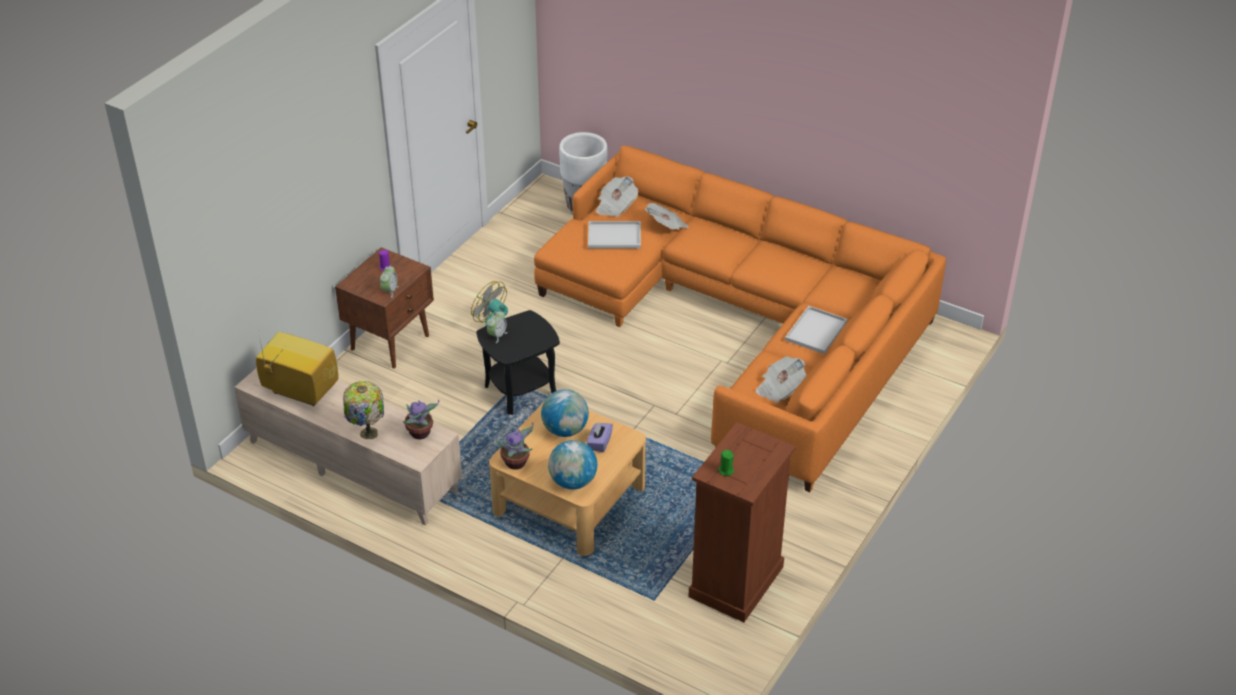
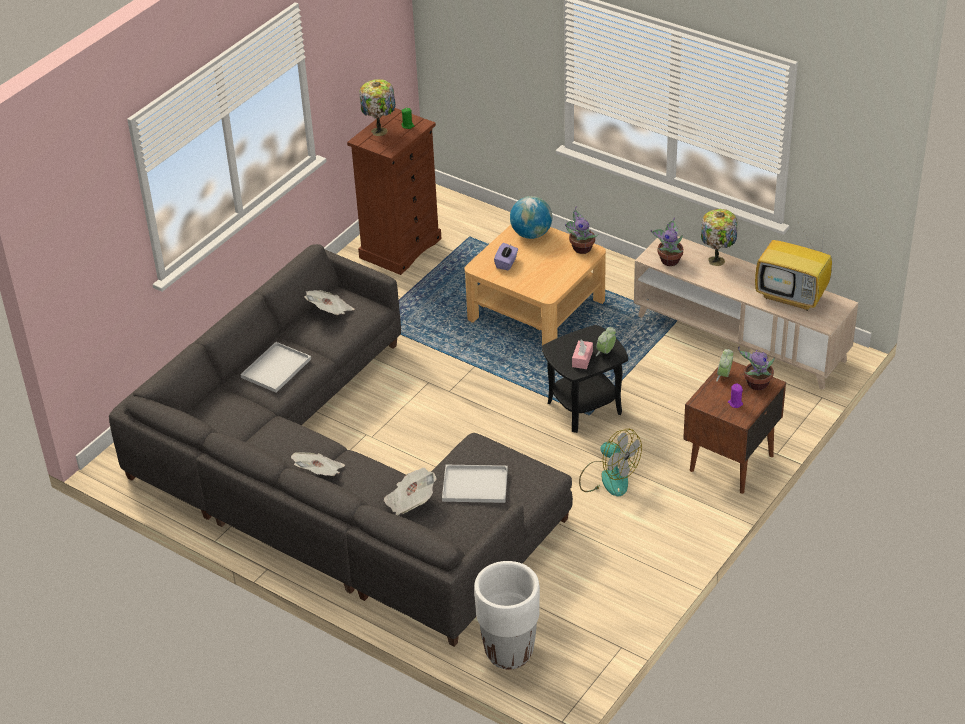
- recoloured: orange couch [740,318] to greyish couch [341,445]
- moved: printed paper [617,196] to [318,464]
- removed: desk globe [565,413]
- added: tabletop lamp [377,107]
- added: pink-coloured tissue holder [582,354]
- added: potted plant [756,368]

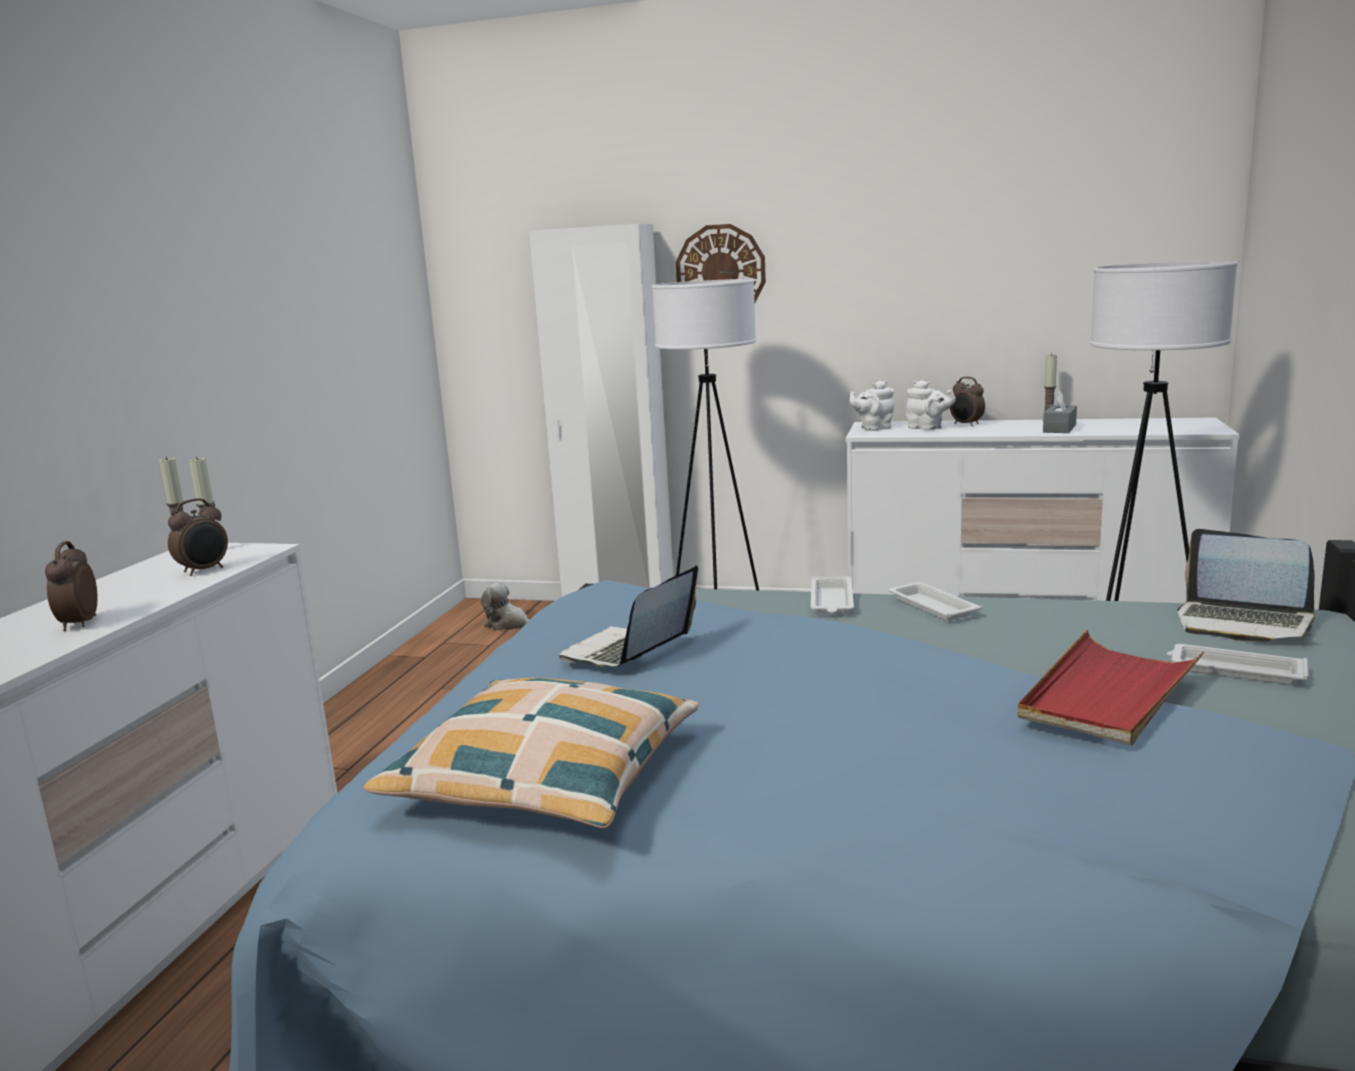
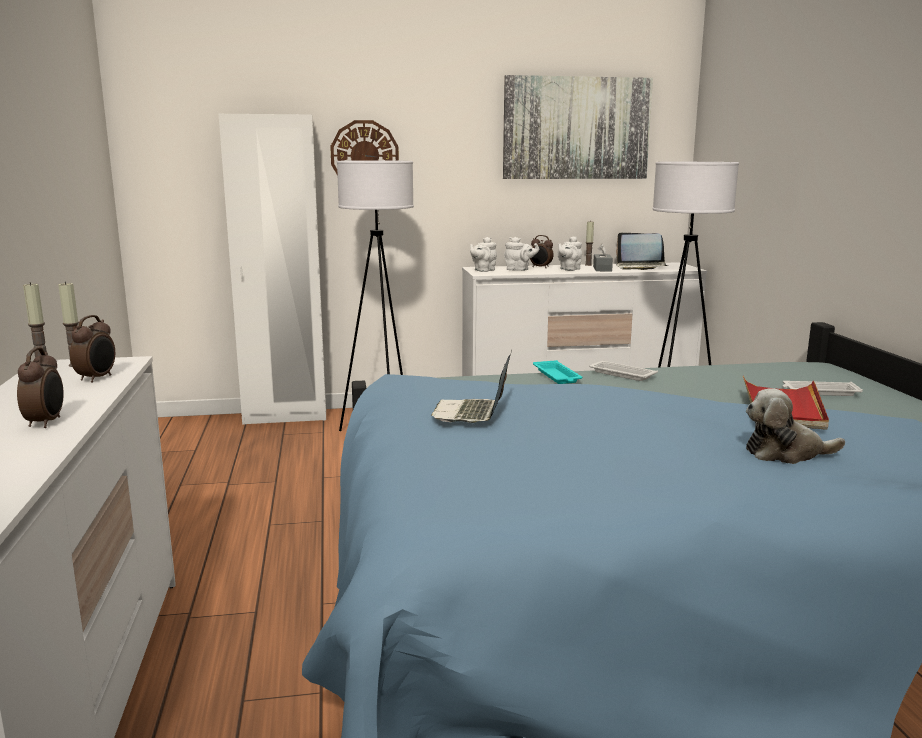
- moved: laptop [1247,585] to [642,251]
- turned: table clock [71,586] = [40,387] 150 degrees counterclockwise
- recoloured: white carrying tray [832,595] to turquoise-coloured carrying tray [557,372]
- moved: soft toy [505,607] to [795,426]
- removed: pillow [531,753]
- added: wall picture [578,127]
- added: white pot for tea [570,253]

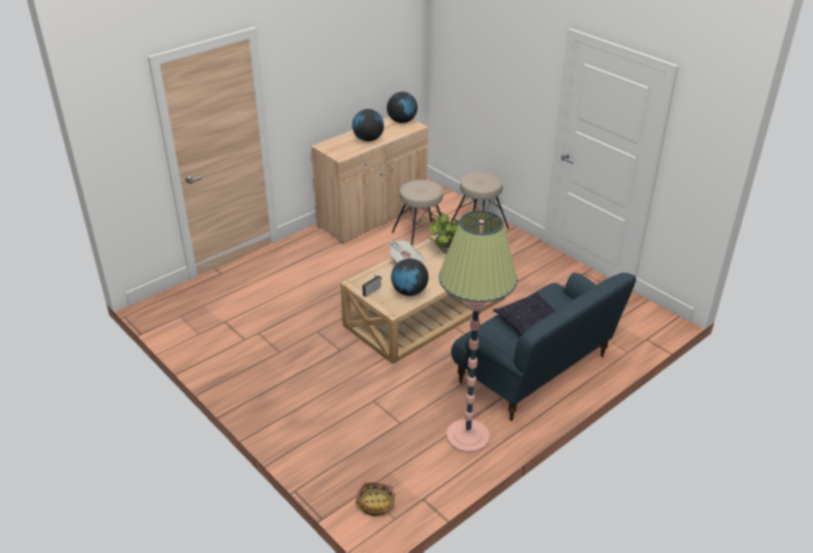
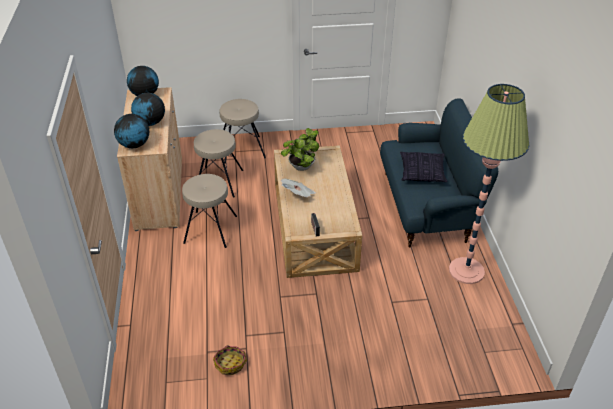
- moved: desk globe [410,277] to [131,131]
- moved: household basket [375,499] to [230,360]
- added: sand-coloured stool seat [209,211]

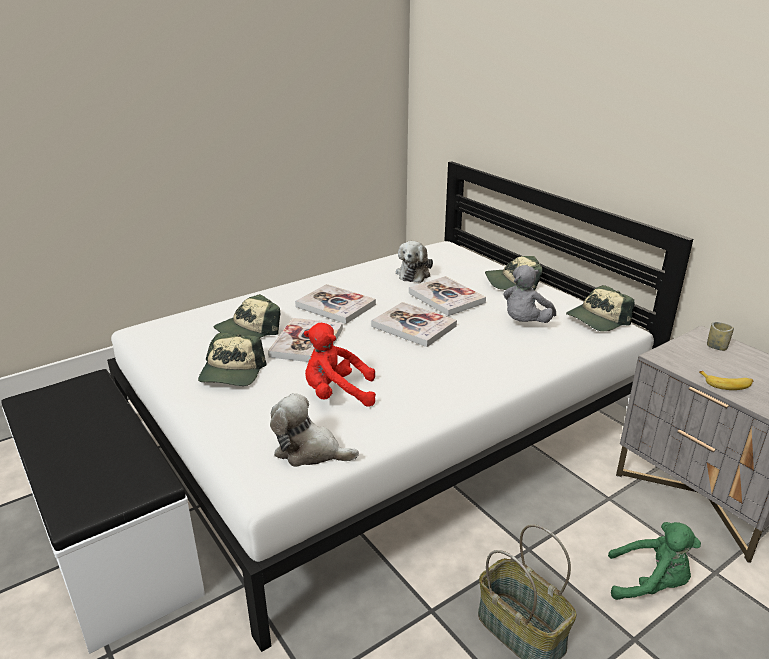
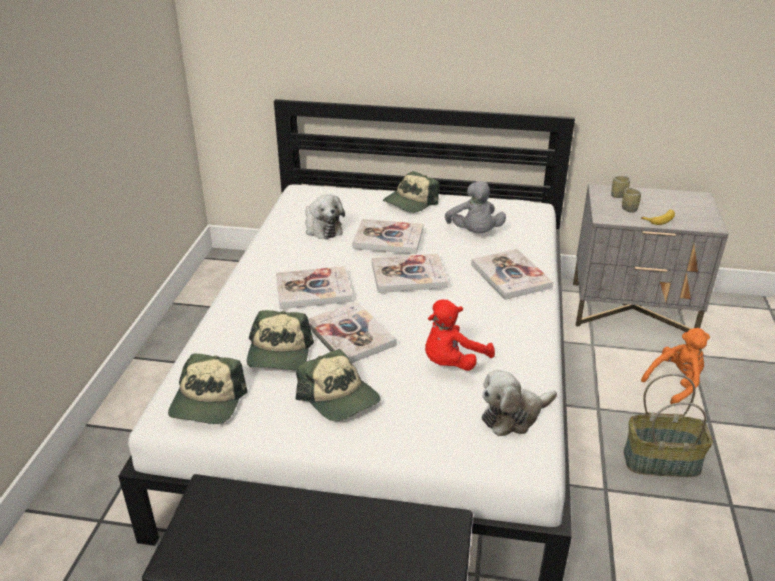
- moved: cap [600,308] to [208,389]
- recoloured: green-coloured soft toy [654,561] to orange soft toy [675,366]
- added: drinking cup [631,200]
- added: bound book [512,274]

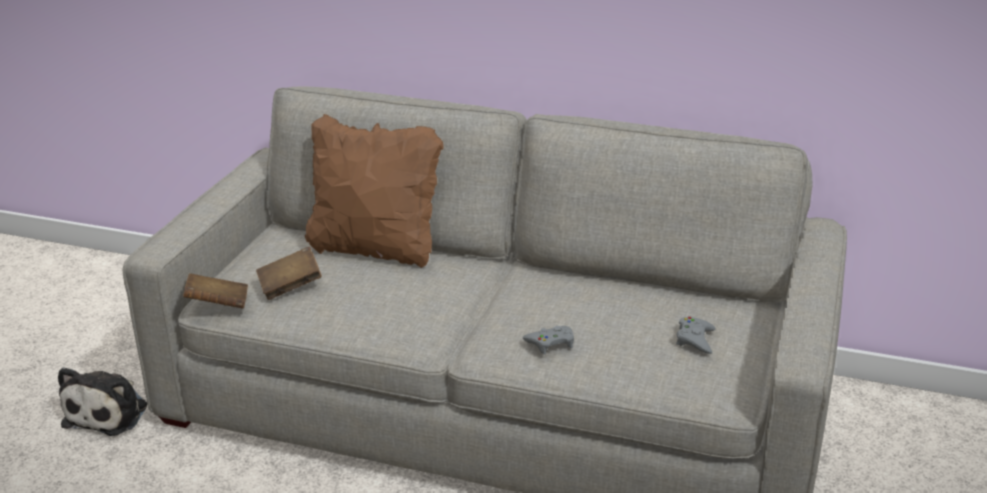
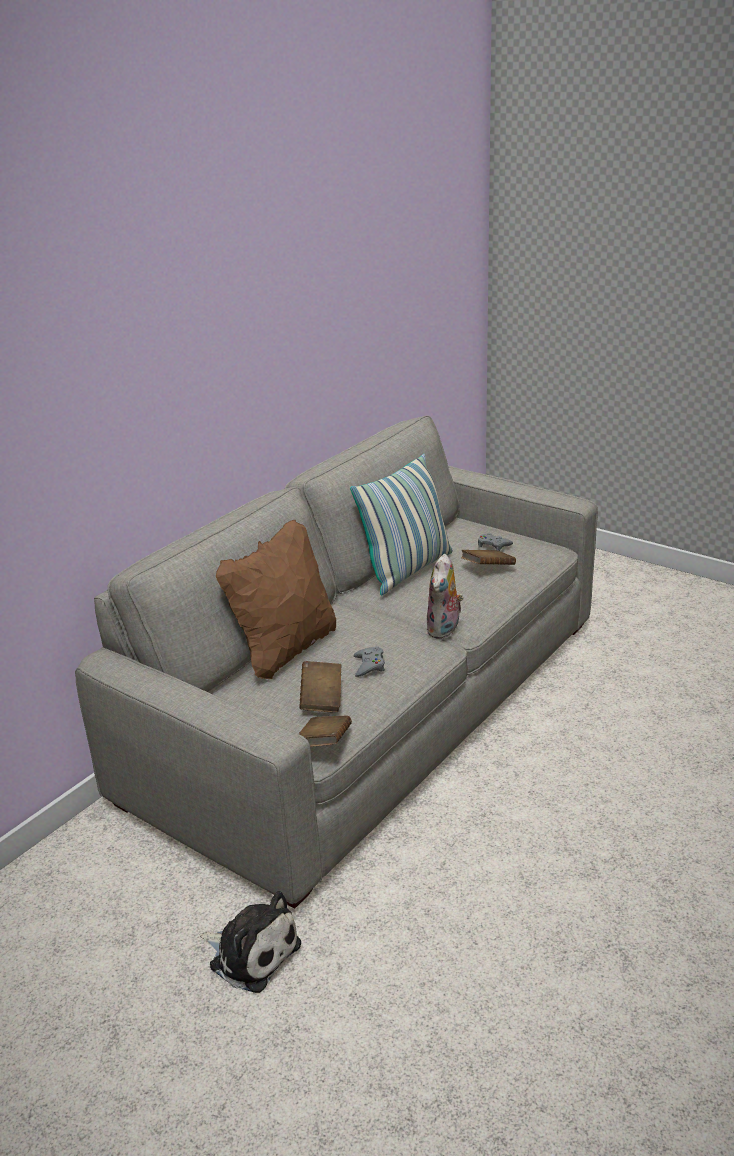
- moved: greyish gamepad [548,340] to [369,661]
- added: pillow [401,524]
- added: brownish bound book [488,557]
- added: soft toy [445,596]

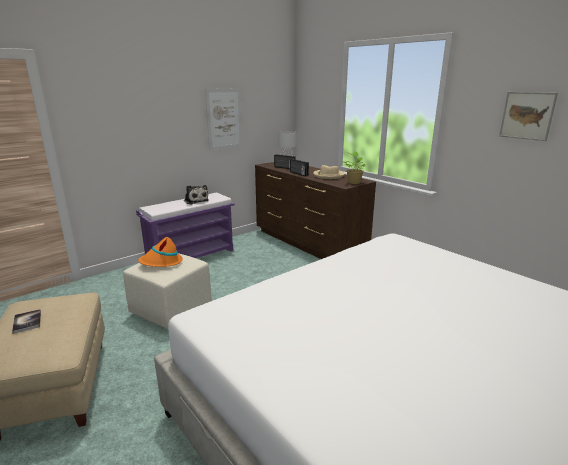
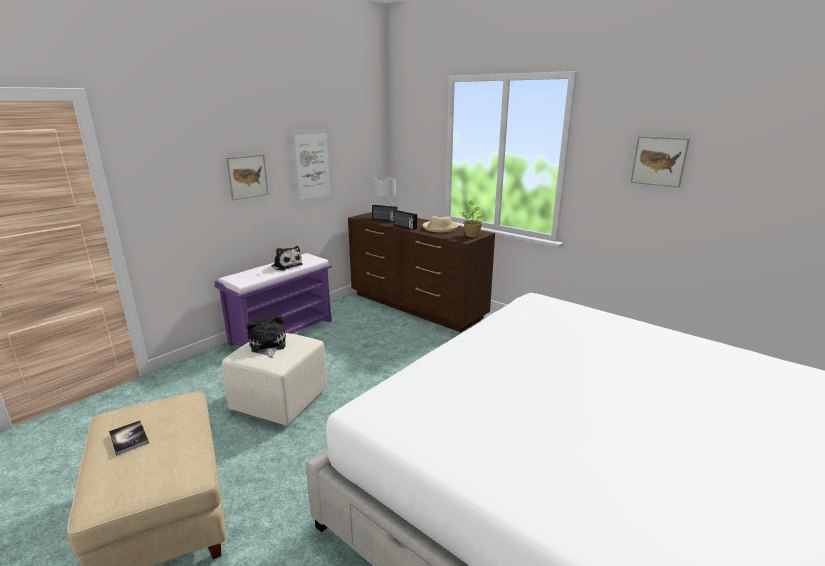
- replaced: orange clothing hat [160,252] to soft toy [266,337]
- added: wall picture [247,177]

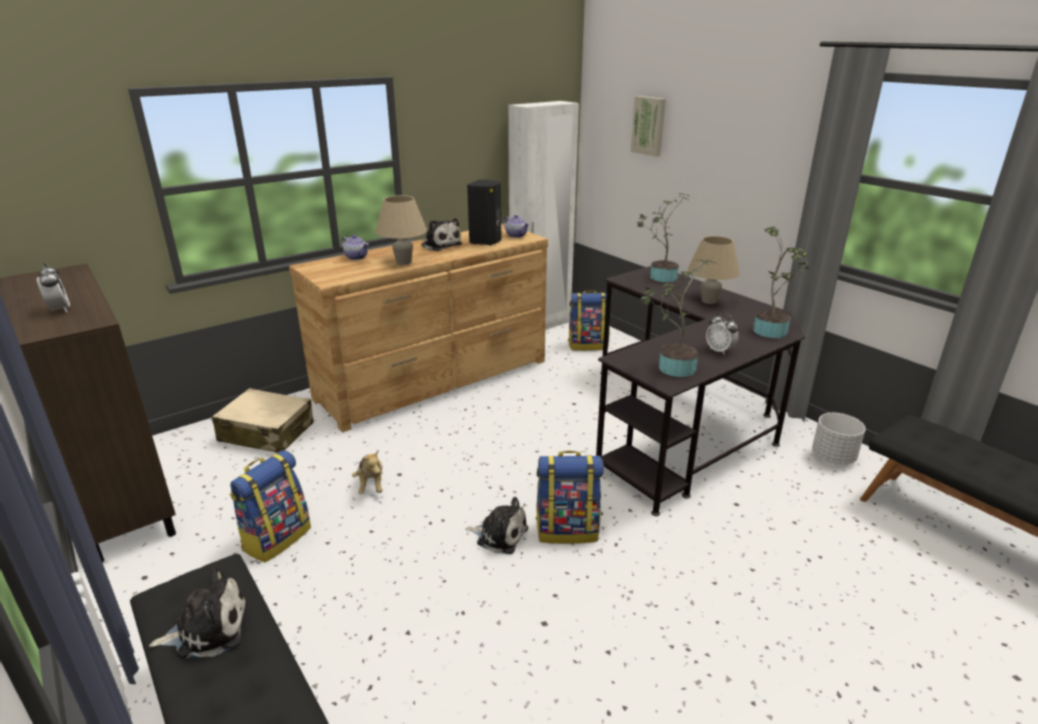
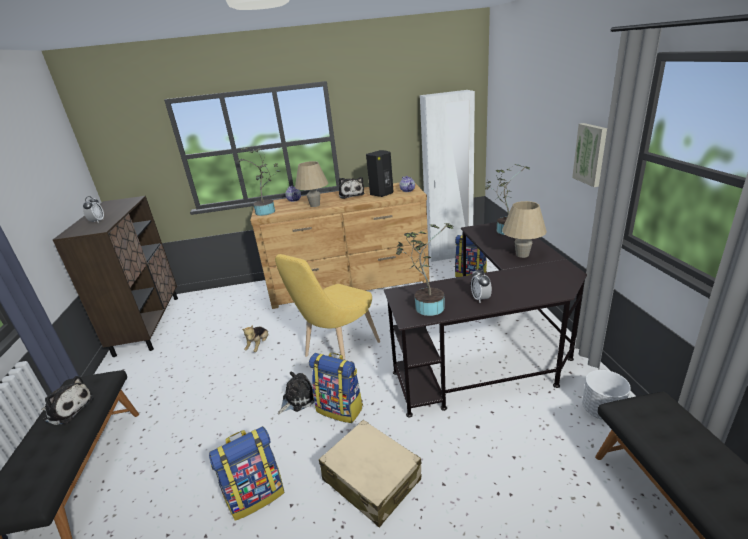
- moved: wall picture [648,126] to [589,155]
- moved: potted plant [781,282] to [258,181]
- moved: sand-coloured travel case [263,420] to [370,474]
- moved: knapsack [270,506] to [246,473]
- turned: soft toy [496,525] = [296,393] 90 degrees counterclockwise
- added: yellow-coloured plain chair [327,307]

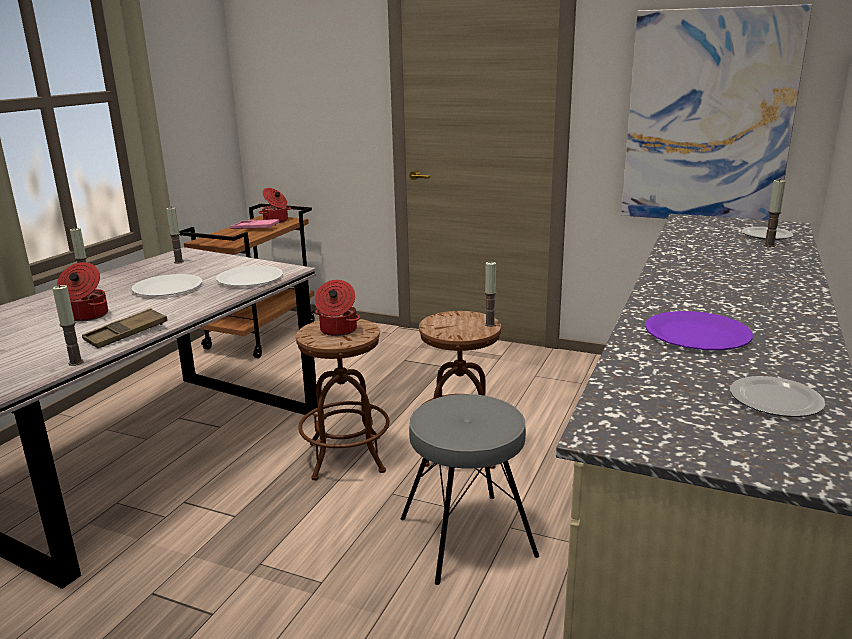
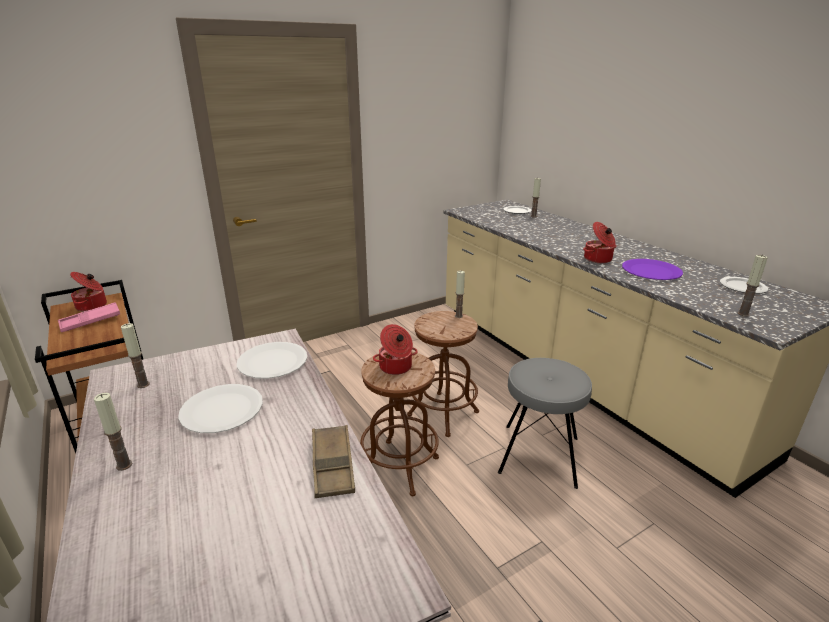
- removed: wall picture [716,112]
- moved: stockpot [82,292] to [600,242]
- moved: candle [68,325] to [753,285]

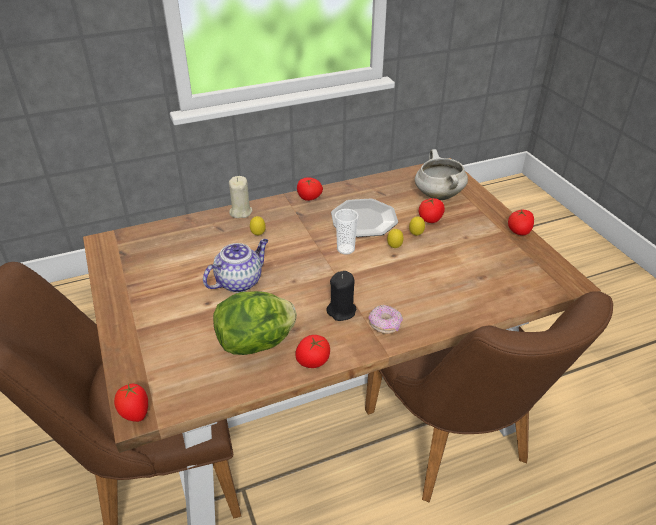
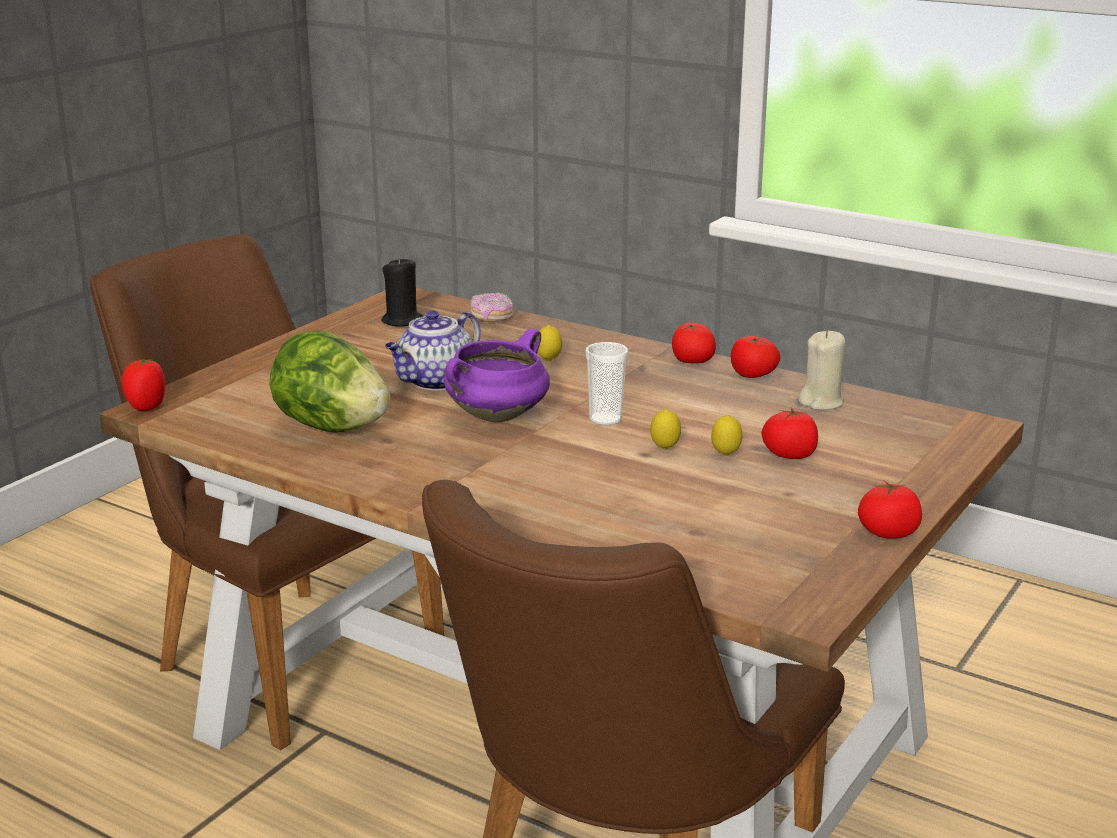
- removed: white stockpot [441,174]
- moved: sand-coloured candle [240,197] to [821,370]
- removed: plate [364,217]
- turned: pot for tea [235,266] = [433,350] 120 degrees clockwise
- moved: blackish candle [341,296] to [402,291]
- moved: doughnut [386,319] to [492,307]
- moved: fresh tomato [312,351] to [756,357]
- added: purplish stockpot [497,375]

